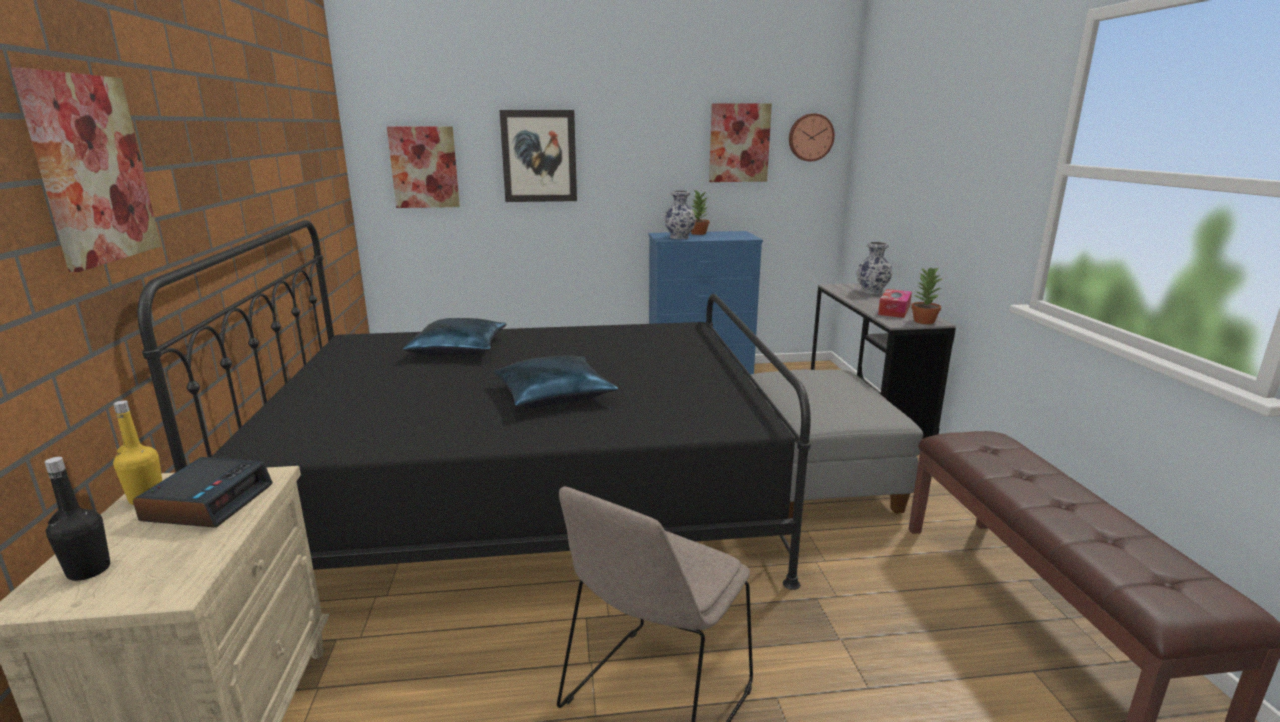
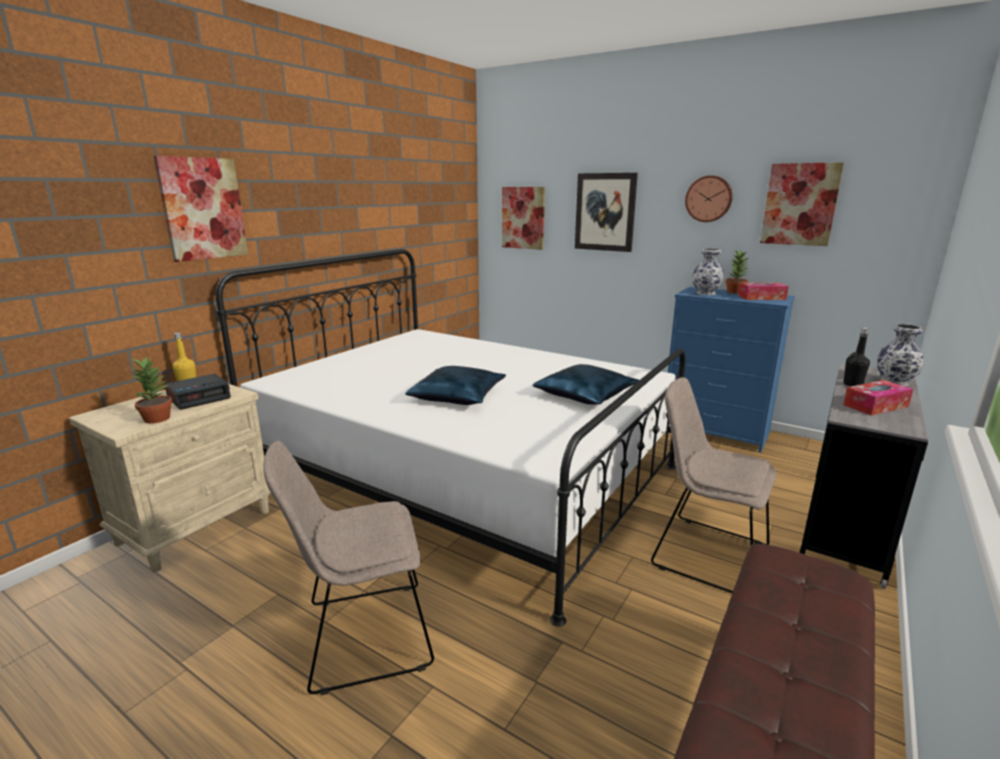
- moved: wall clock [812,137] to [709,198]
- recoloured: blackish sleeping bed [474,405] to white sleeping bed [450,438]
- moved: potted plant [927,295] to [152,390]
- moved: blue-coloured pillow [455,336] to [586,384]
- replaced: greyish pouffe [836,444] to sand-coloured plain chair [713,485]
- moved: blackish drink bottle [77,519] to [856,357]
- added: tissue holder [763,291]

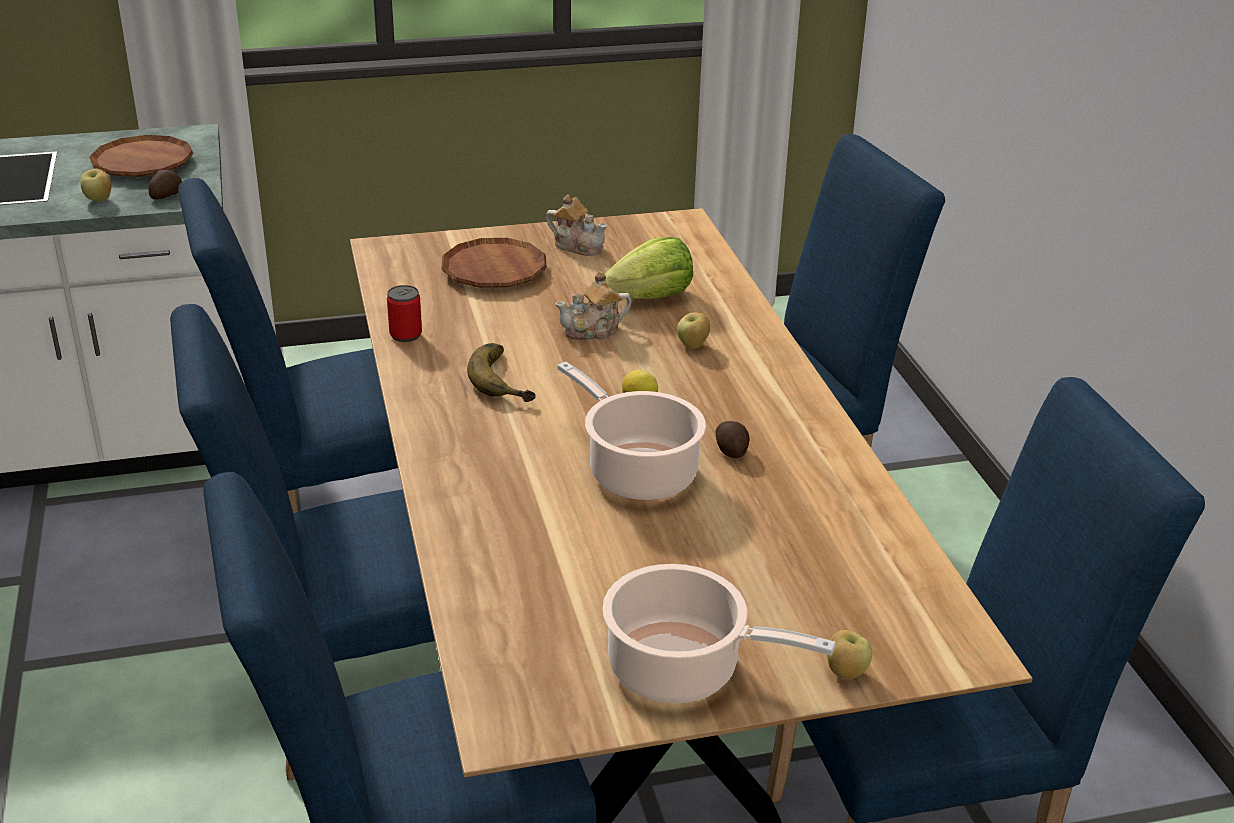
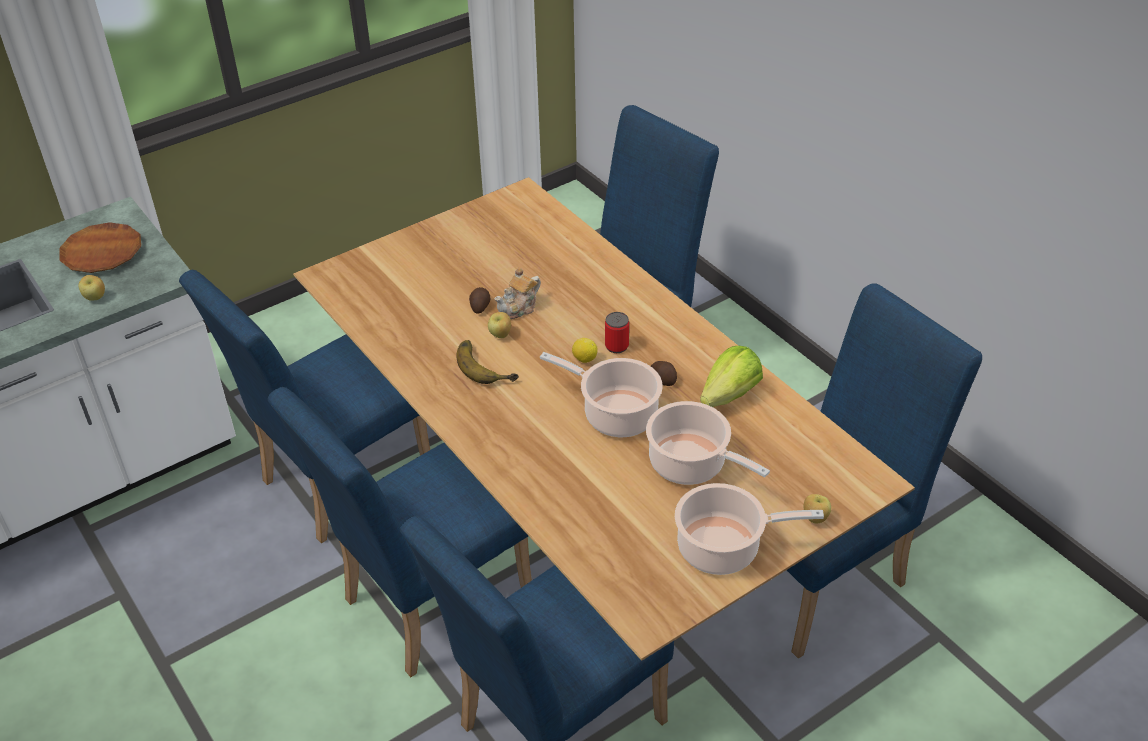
- moved: potato [165,184] to [480,300]
- removed: pot for tea [576,225]
- moved: lettuce [648,268] to [731,376]
- removed: brownish plate [494,263]
- moved: can [404,313] to [617,332]
- moved: whole apple [693,330] to [499,325]
- added: stockpot [708,443]

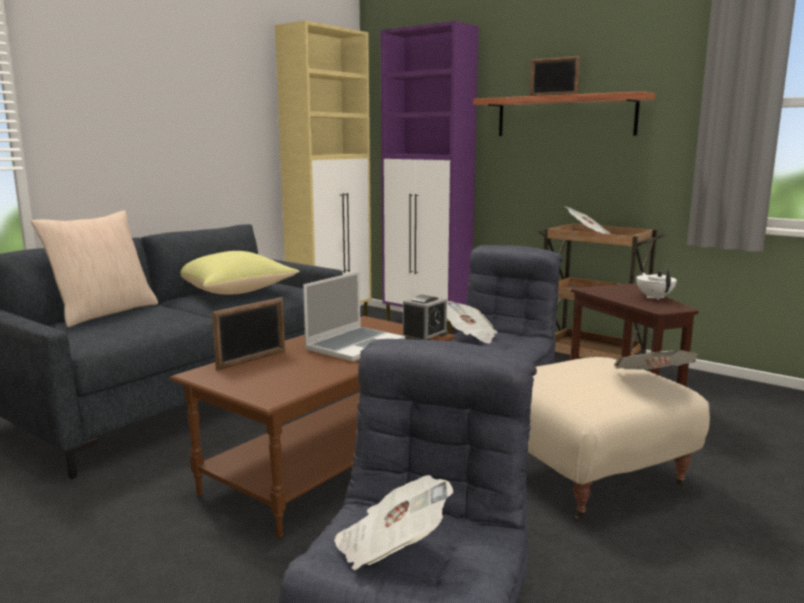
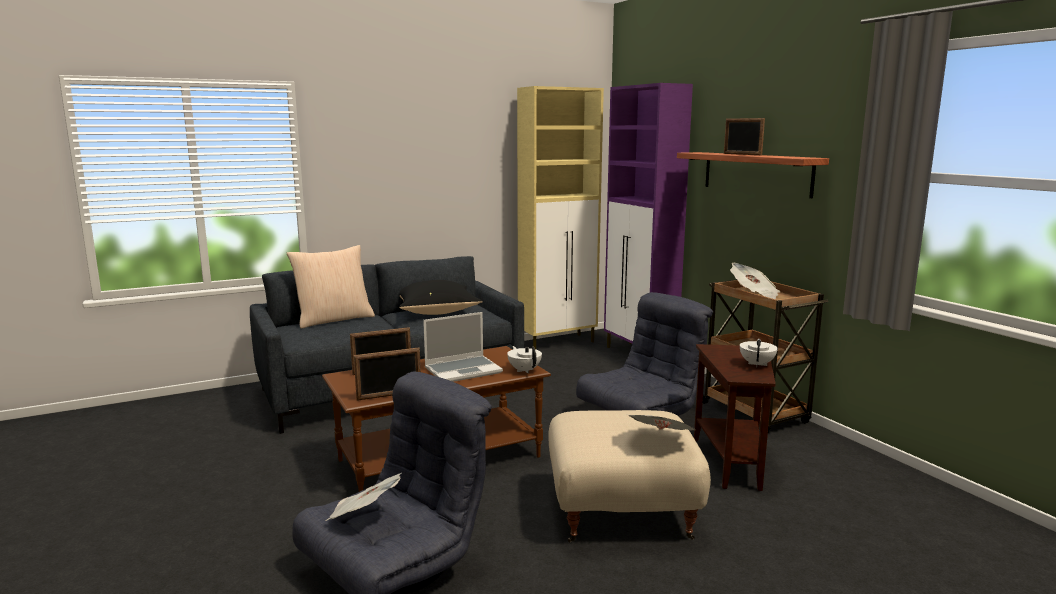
- recoloured: yellow-coloured pillow [239,273] to blackish pillow [441,297]
- replaced: table clock [425,317] to white pot for tea [524,359]
- removed: printed paper [472,322]
- added: photo frame [387,374]

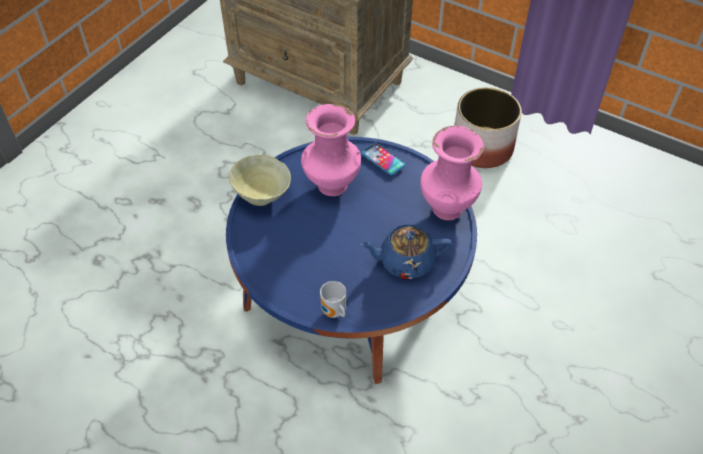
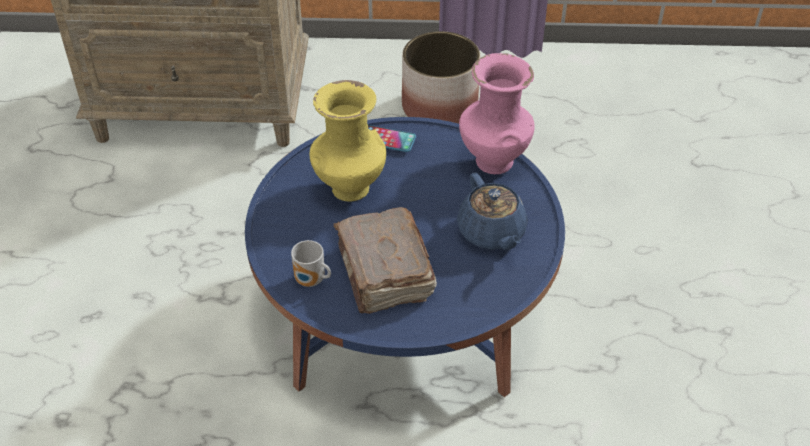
- recoloured: pink-coloured flower vase [331,150] to yellow-coloured flower vase [348,141]
- removed: sand-coloured serving bowl [260,180]
- turned: blue-coloured pot for tea [406,251] = [492,211] 75 degrees counterclockwise
- moved: mug [333,299] to [311,263]
- added: brownish bound book [385,260]

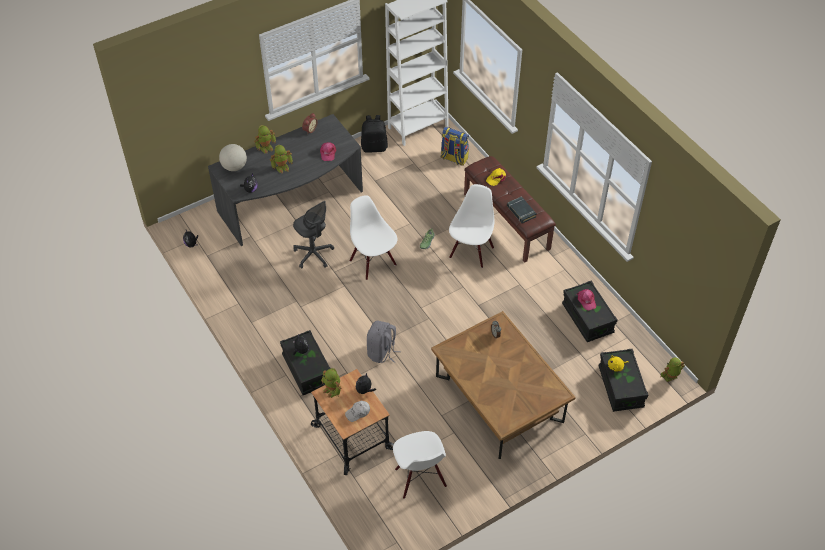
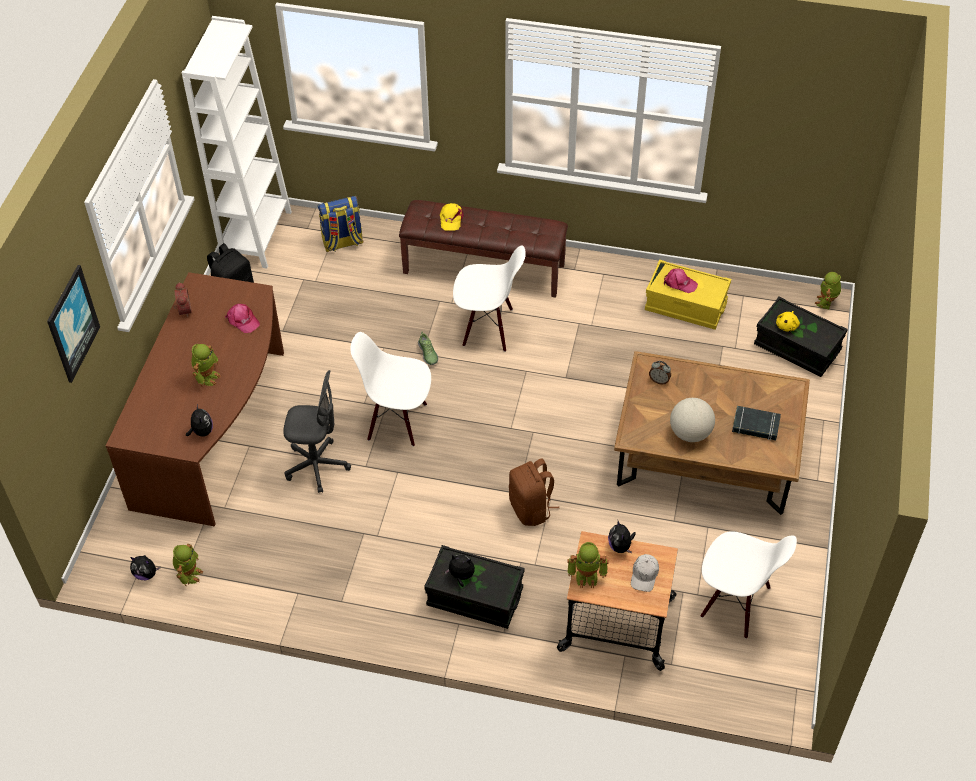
- recoloured: greyish desk [285,180] to brownish desk [195,399]
- moved: model robot [265,139] to [188,565]
- moved: desk globe [233,157] to [692,420]
- turned: white plain chair [471,226] = [489,299] 120 degrees clockwise
- moved: blackish bound book [521,209] to [756,423]
- recoloured: blackish storage container [590,311] to yellow-coloured storage container [688,295]
- recoloured: greyish knapsack [384,342] to brownish knapsack [534,492]
- added: wall picture [73,324]

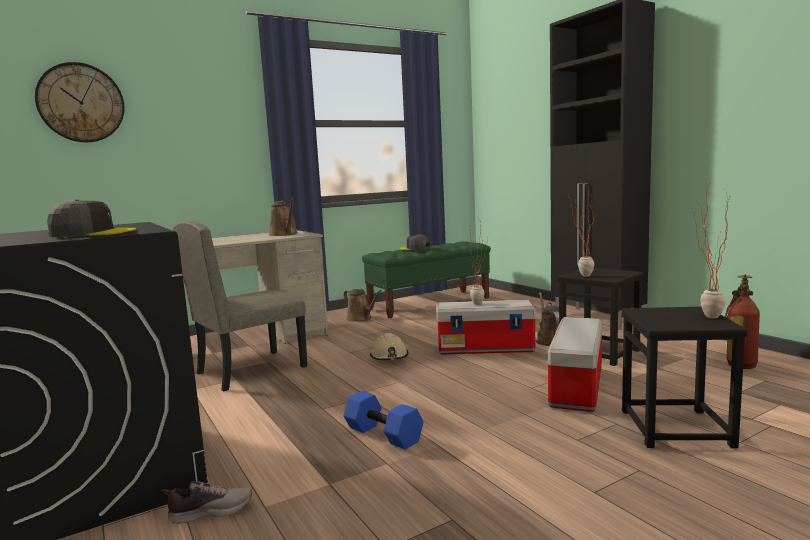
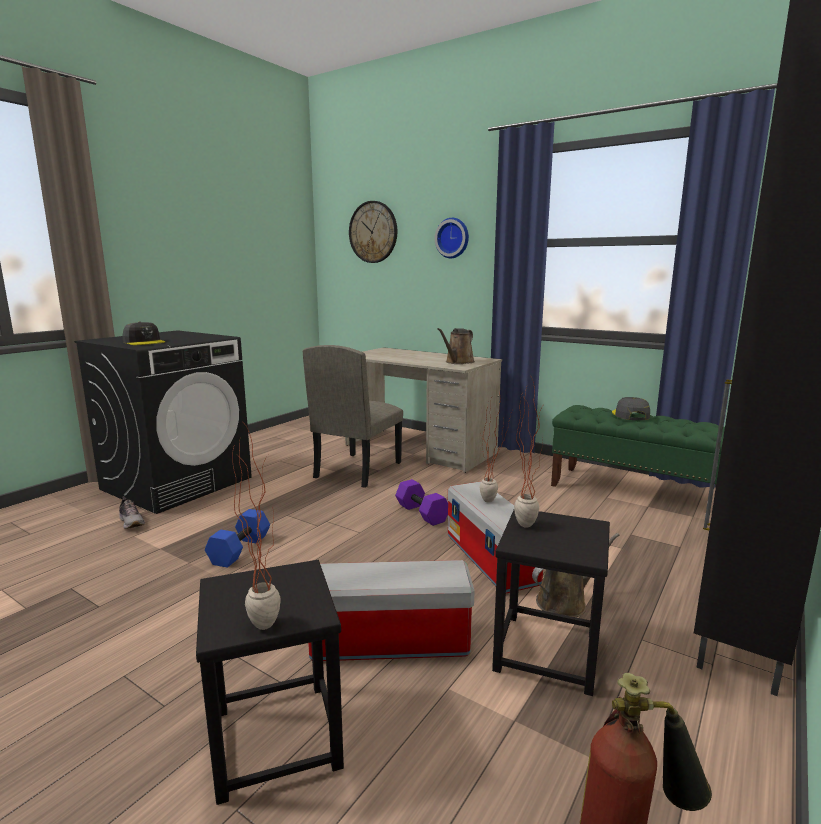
- turned: sand-coloured plain chair [240,306] = [353,416] 90 degrees counterclockwise
- removed: brownish watering pot [363,305]
- replaced: sand-coloured hard hat [389,346] to purplish free weight [421,502]
- added: wall clock [452,238]

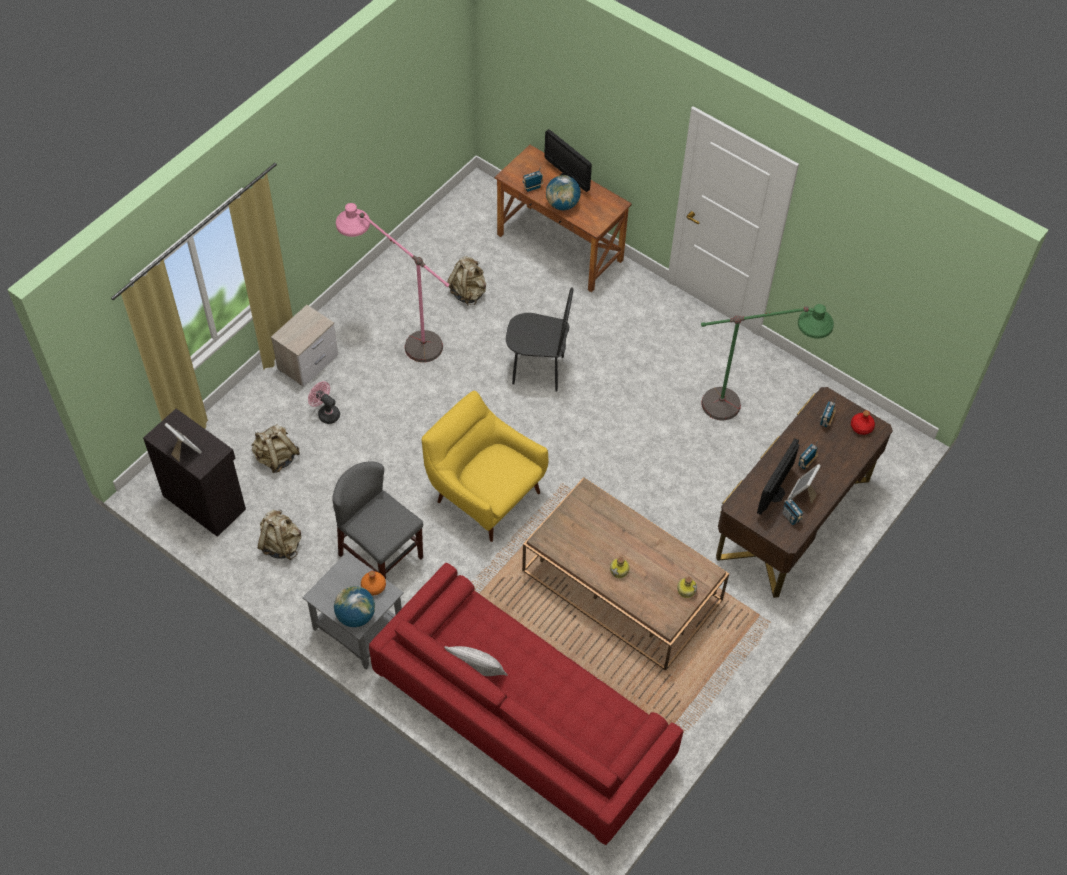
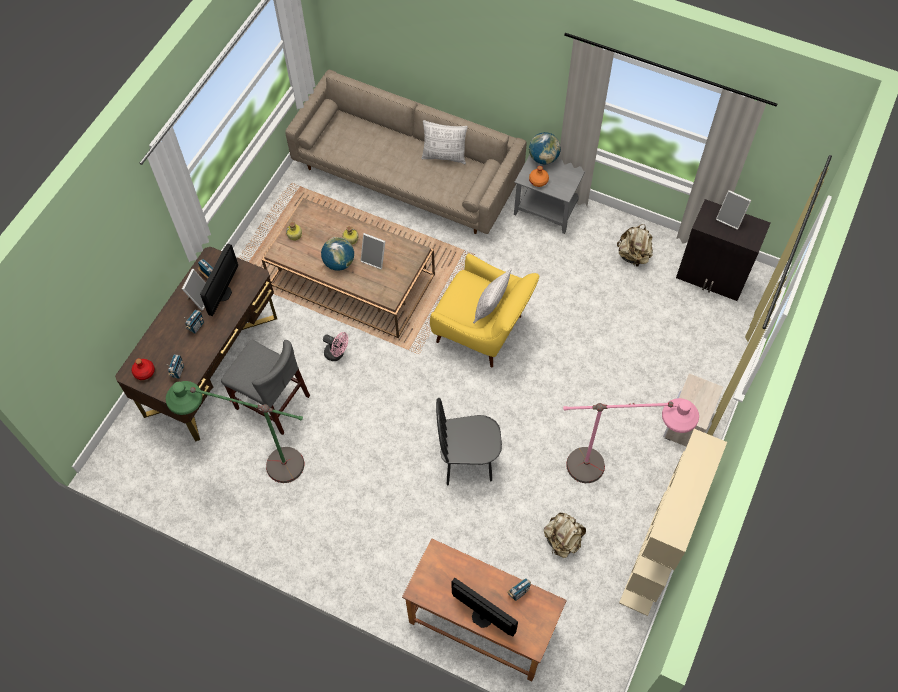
- moved: desk globe [563,192] to [337,254]
- moved: pink-coloured fan [324,402] to [335,346]
- removed: sand-coloured knapsack [276,448]
- moved: greyish plain chair [377,520] to [265,387]
- recoloured: red couch [526,704] to sand-coloured couch [406,152]
- added: photo frame [372,251]
- added: pillow [492,295]
- added: sand-coloured shelving unit [673,522]

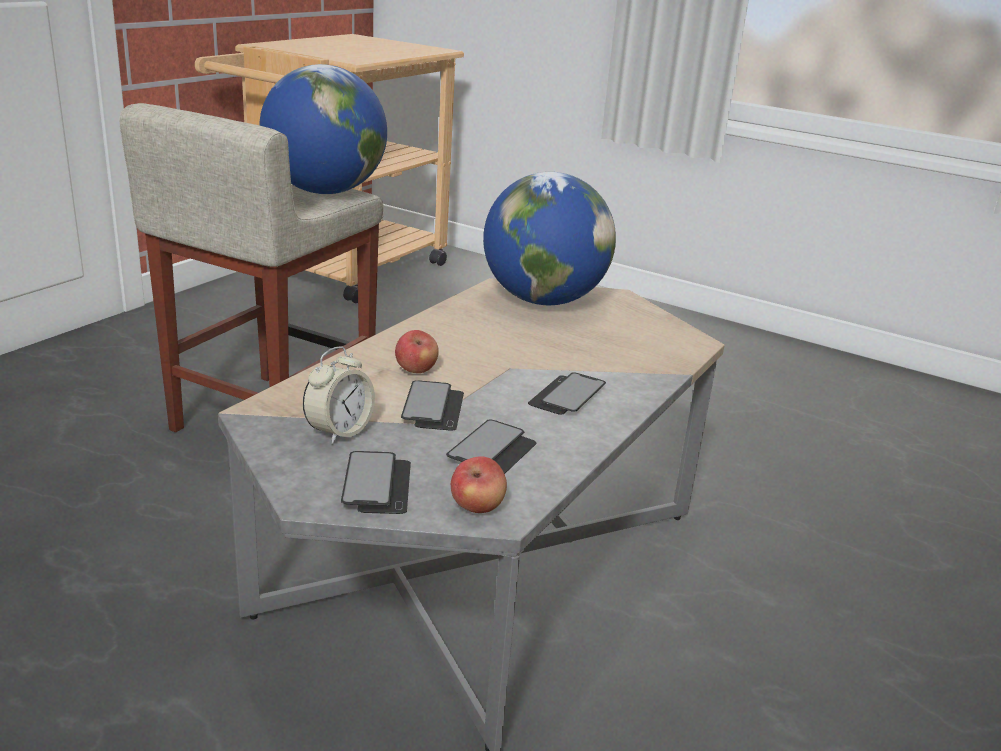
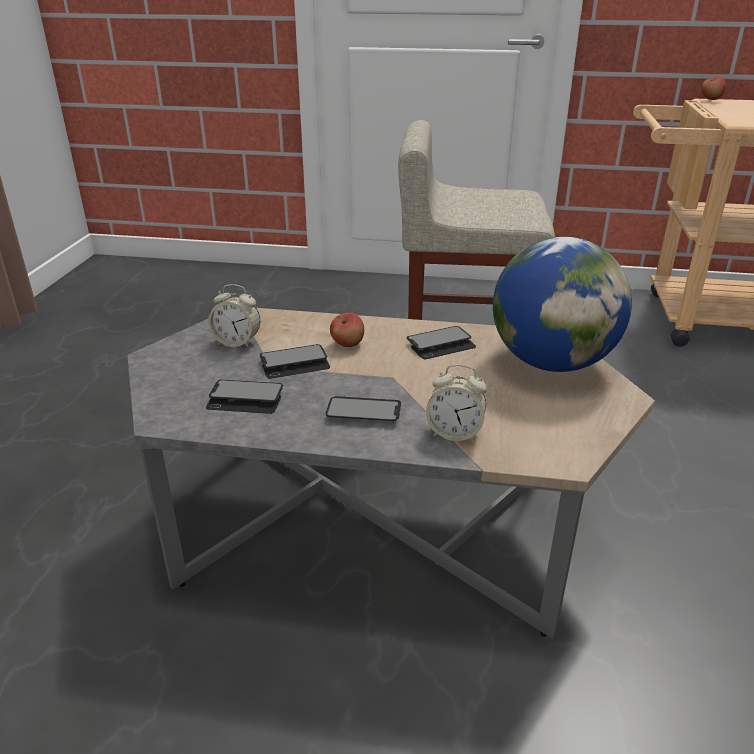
- removed: desk globe [323,129]
- moved: handset [376,482] to [441,342]
- moved: whole apple [479,484] to [713,88]
- added: table clock [456,403]

